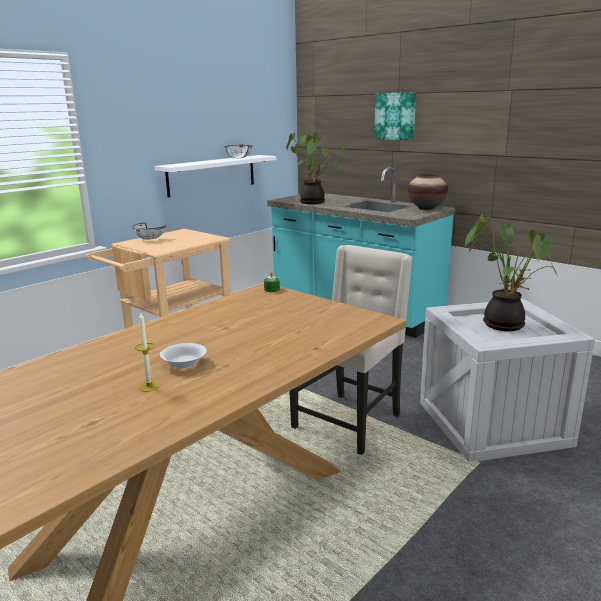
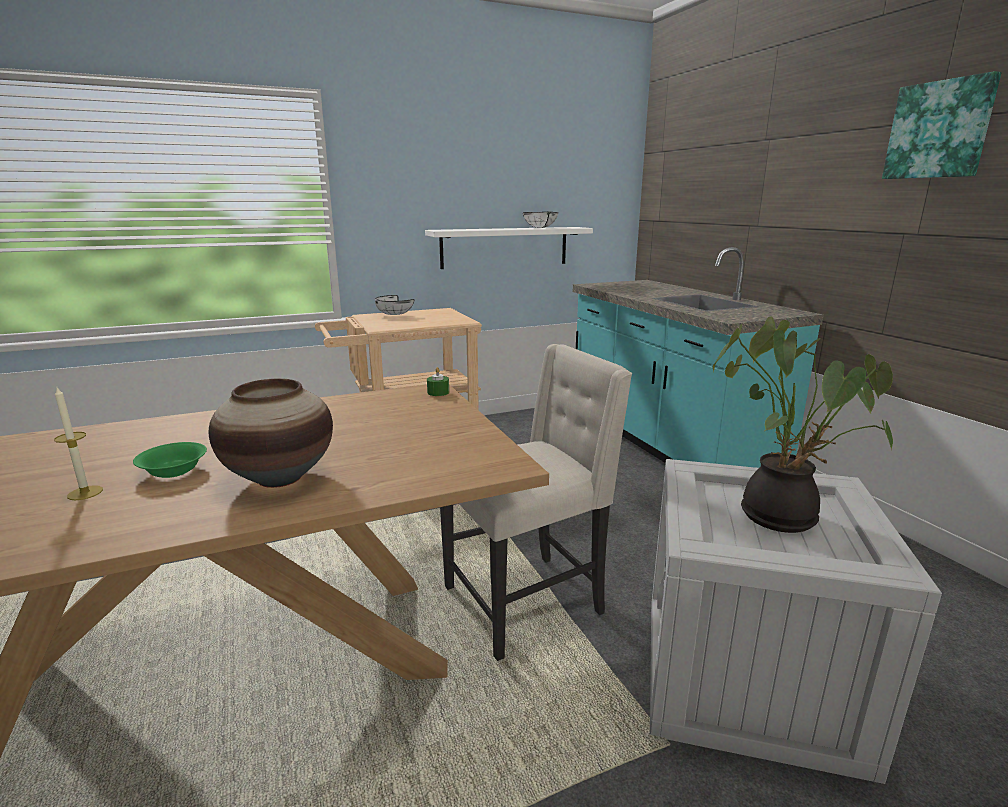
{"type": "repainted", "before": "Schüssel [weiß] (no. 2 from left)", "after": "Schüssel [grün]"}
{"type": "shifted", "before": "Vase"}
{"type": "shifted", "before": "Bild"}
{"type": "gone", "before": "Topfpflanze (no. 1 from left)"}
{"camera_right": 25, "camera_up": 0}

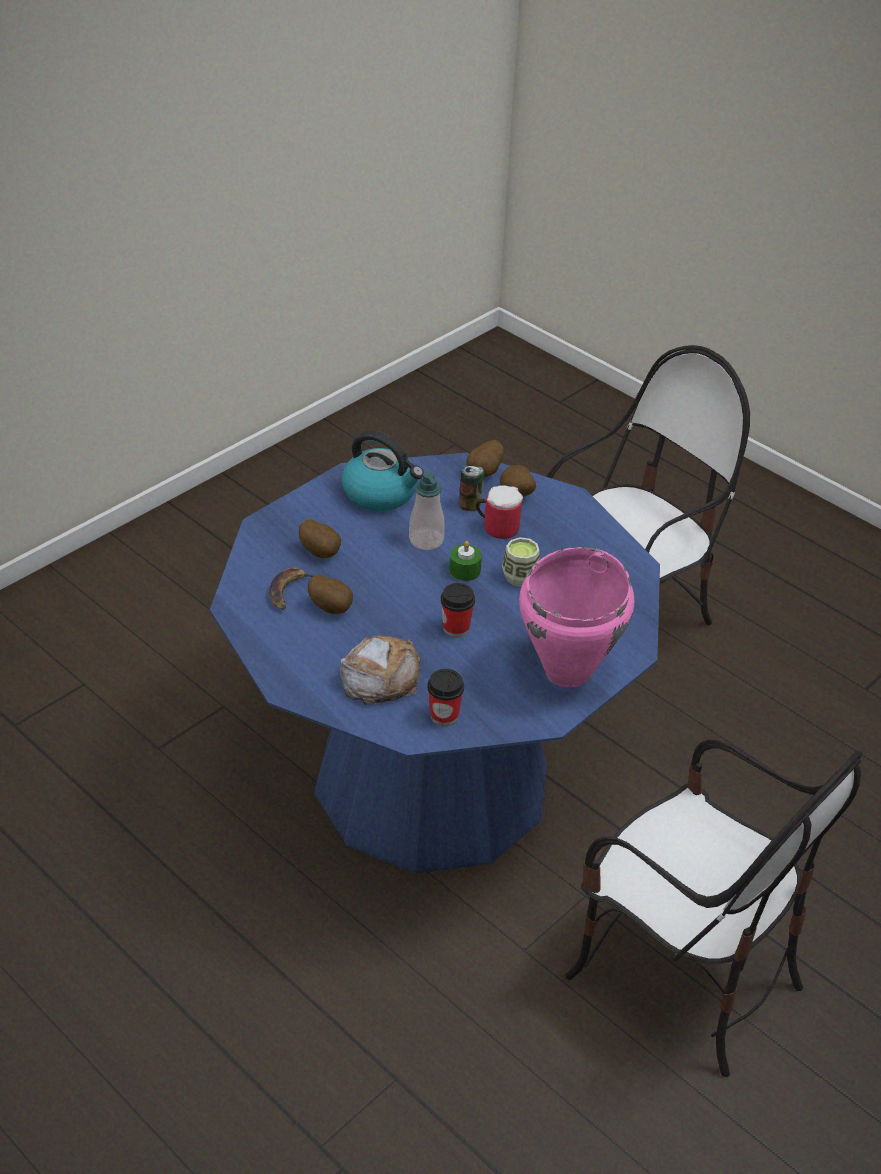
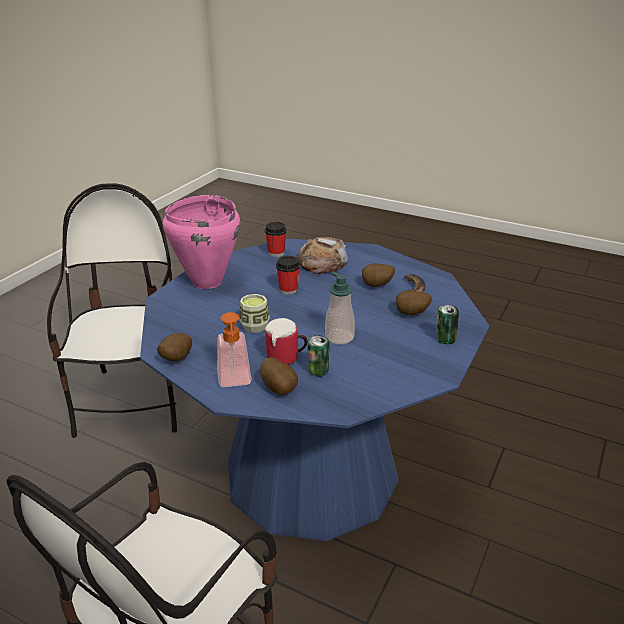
{"type": "rotated", "before": "Stuhl (no. 2 from left in the first image)", "turn": 60}
{"type": "shifted", "before": "Kartoffel (no. 3 from left in the first image)", "after": "Kartoffel (no. 1 from left)"}
{"type": "new", "after": "Seifenspender (no. 1 from left)"}
{"type": "new", "after": "Dose (no. 2 from left)"}
{"type": "gone", "before": "Wasserkessel"}
{"type": "gone", "before": "Kerze [grün]"}
{"camera_right": 165, "camera_up": -10}

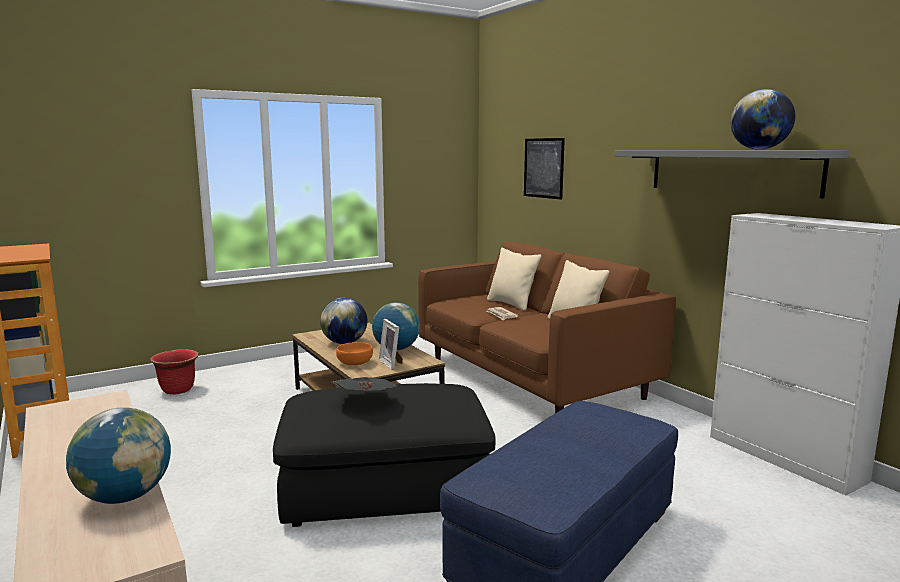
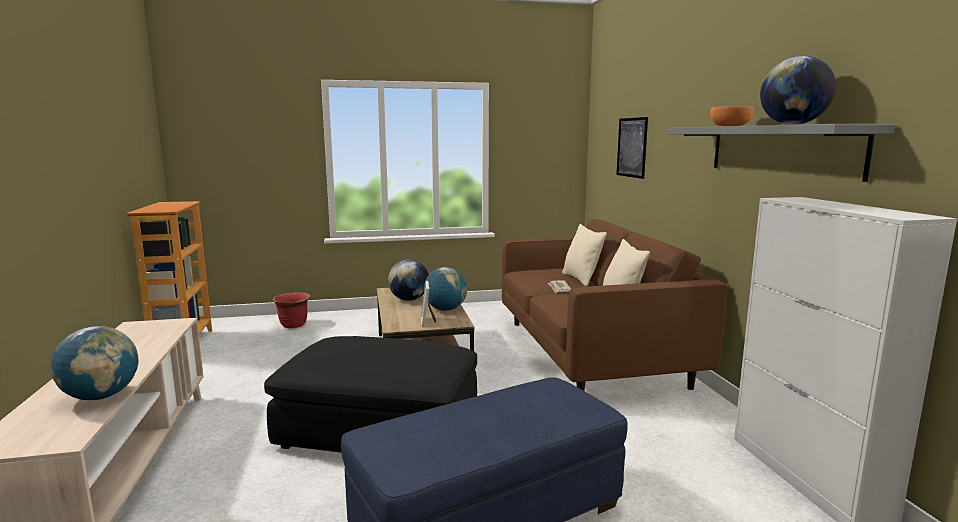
{"type": "shifted", "before": "Schüssel [orange]"}
{"type": "gone", "before": "Zeitung (no. 1 from left)"}
{"camera_right": 20, "camera_up": 0}

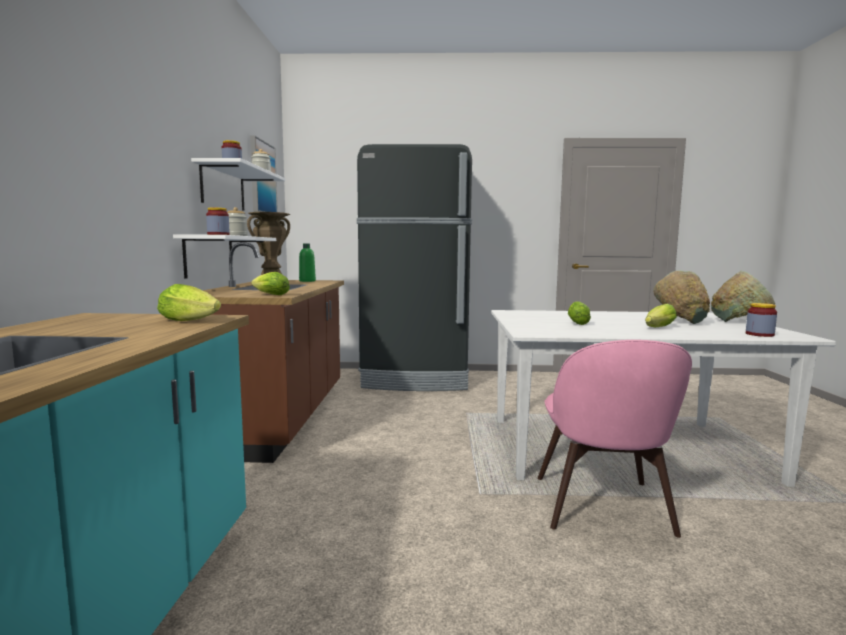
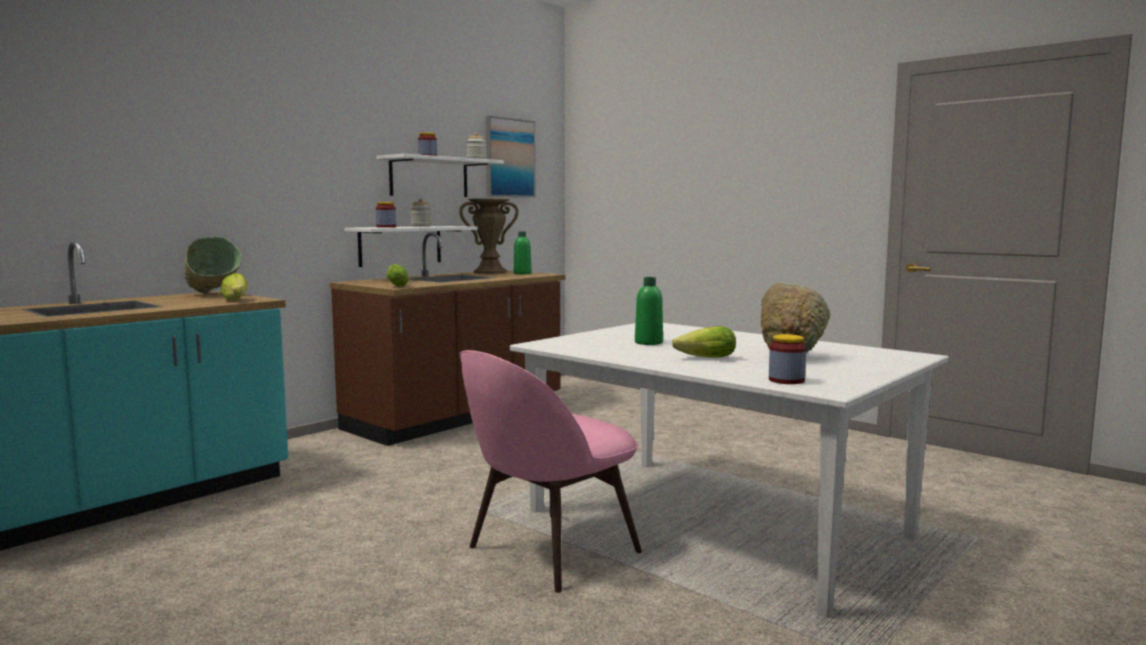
{"type": "shifted", "before": "Schüssel [grün] (no. 2 from left in the first image)", "after": "Schüssel [grün] (no. 1 from left)"}
{"type": "swapped", "before": "Salatkopf (no. 3 from left)", "after": "Flasche [grün] (no. 2 from left)"}
{"type": "gone", "before": "Kühlschrank [schwarz]"}
{"camera_right": 40, "camera_up": 0}

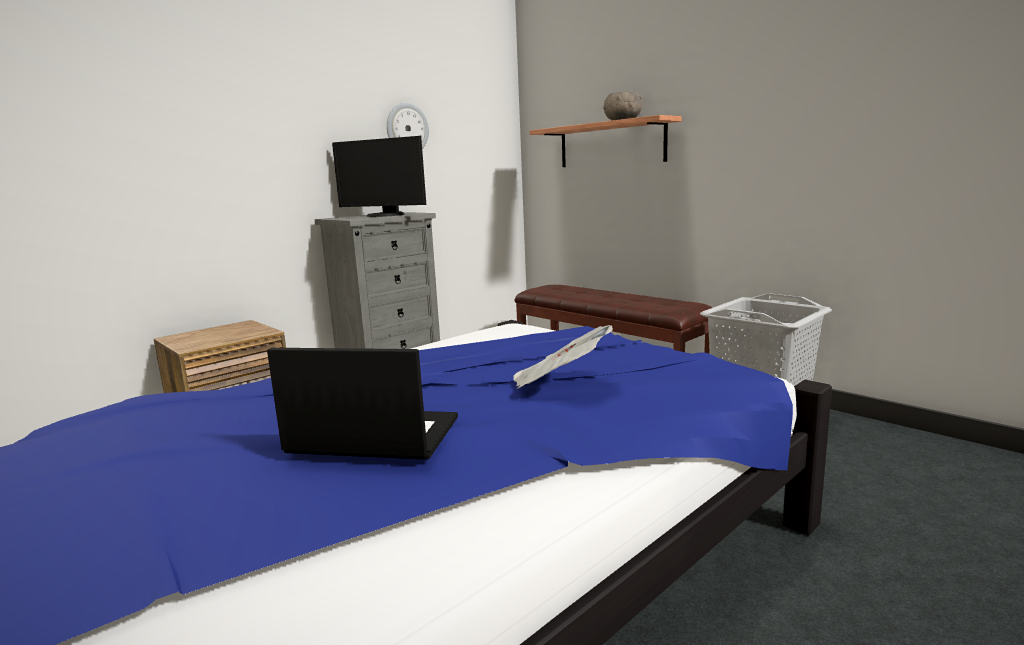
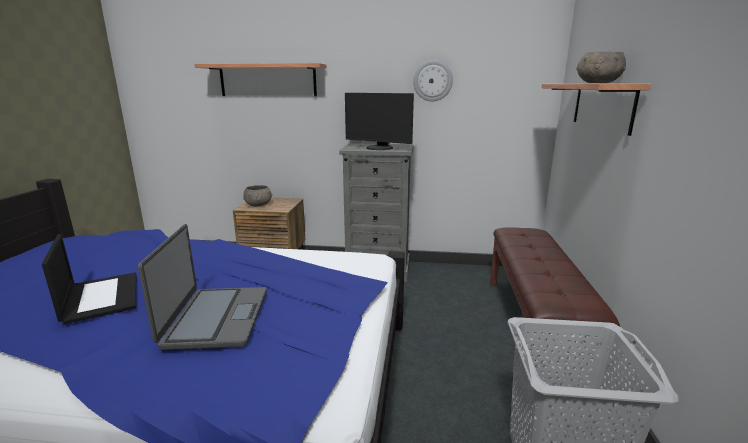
{"type": "swapped", "before": "Zeitung", "after": "Laptop (no. 2 from left)"}
{"type": "new", "after": "Wandregal (no. 1 from left)"}
{"type": "new", "after": "Schüssel [grau] (no. 1 from left)"}
{"type": "rotated", "before": "Monitor", "turn": -45}
{"camera_right": 50, "camera_up": 5}

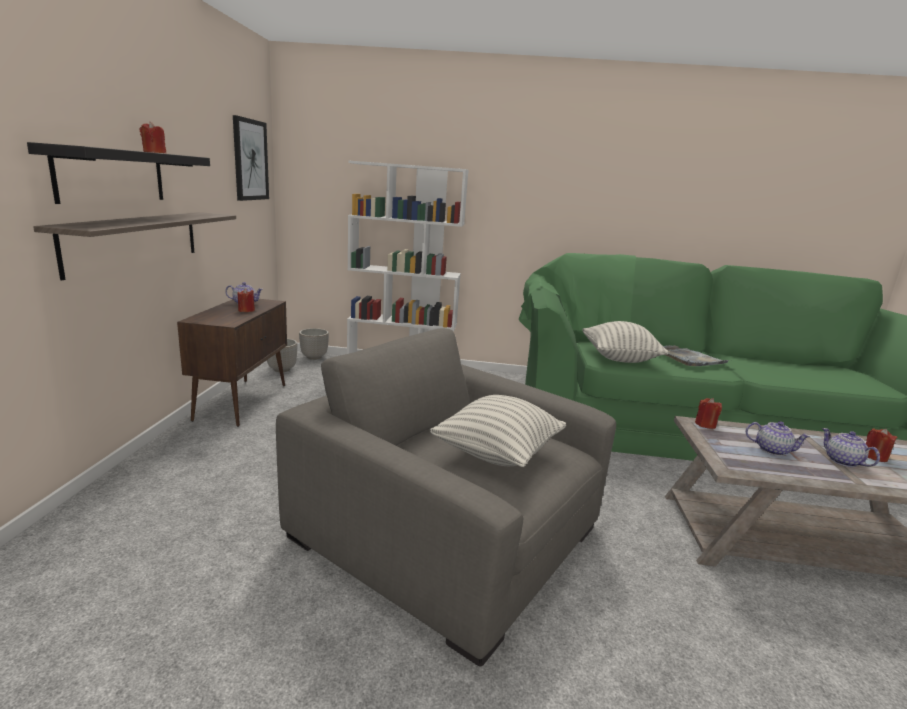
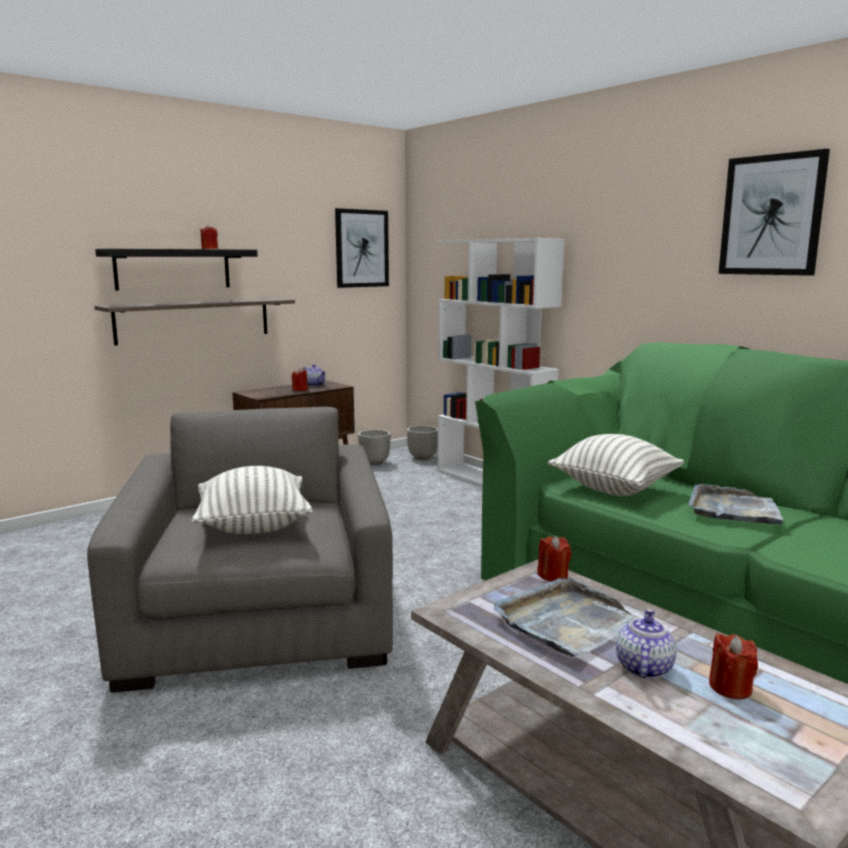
{"type": "swapped", "before": "Teekanne (no. 2 from left)", "after": "Tablett [grau] (no. 1 from left)"}
{"type": "new", "after": "Bild (no. 2 from left)"}
{"camera_right": 45, "camera_up": -5}

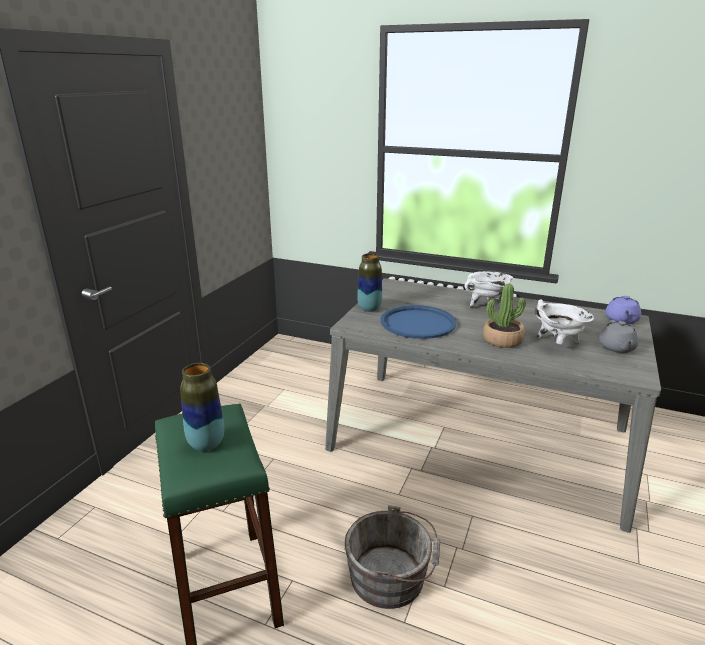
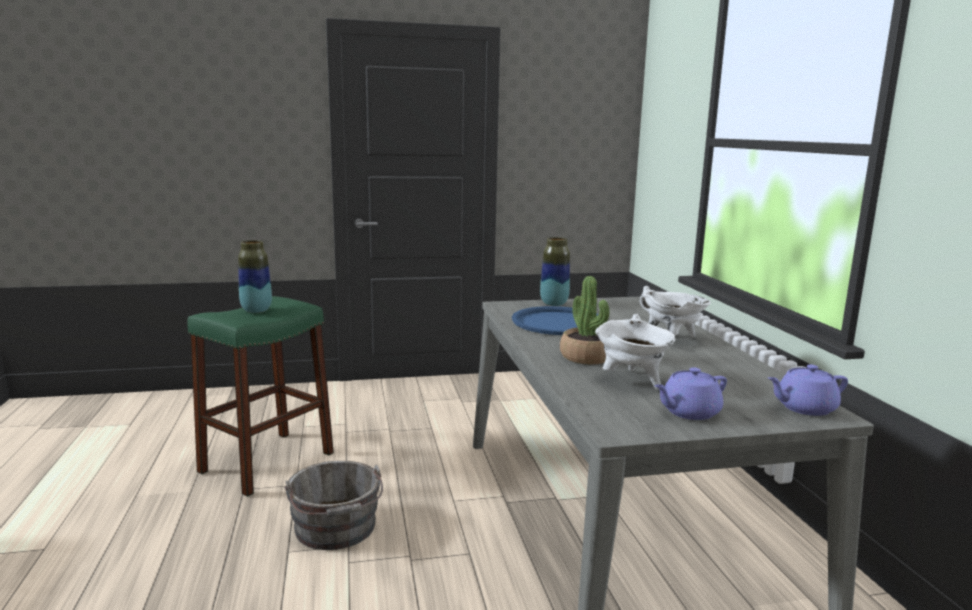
{"type": "repainted", "before": "Teekanne [grau]", "after": "Teekanne [lila] (no. 1 from left)"}
{"camera_right": 55, "camera_up": -10}

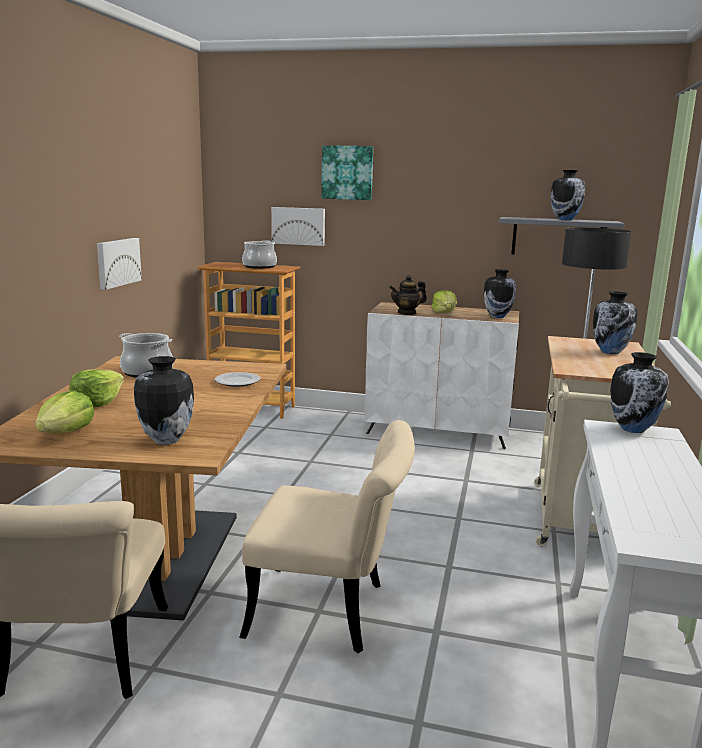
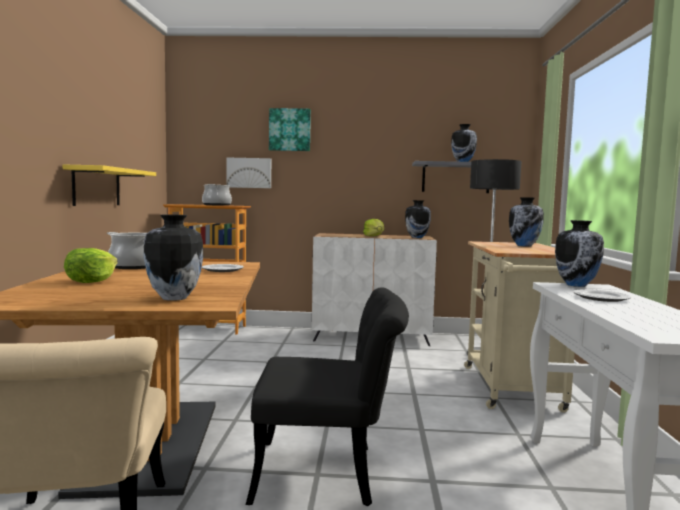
{"type": "swapped", "before": "Bild (no. 1 from left)", "after": "Wandregal [gelb]"}
{"type": "repainted", "before": "Stuhl [beige] (no. 2 from left)", "after": "Stuhl [schwarz]"}
{"type": "new", "after": "Teller (no. 2 from left)"}
{"type": "gone", "before": "Salatkopf (no. 1 from left)"}
{"type": "gone", "before": "Teekanne"}
{"camera_right": -10, "camera_up": -10}

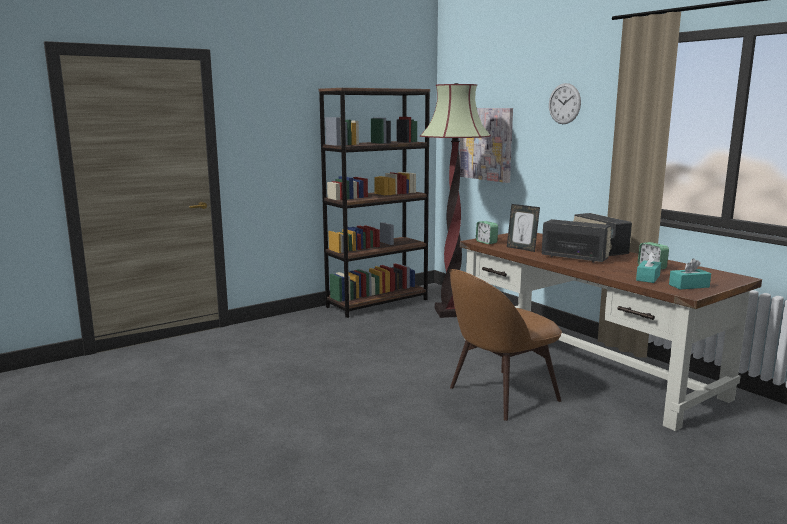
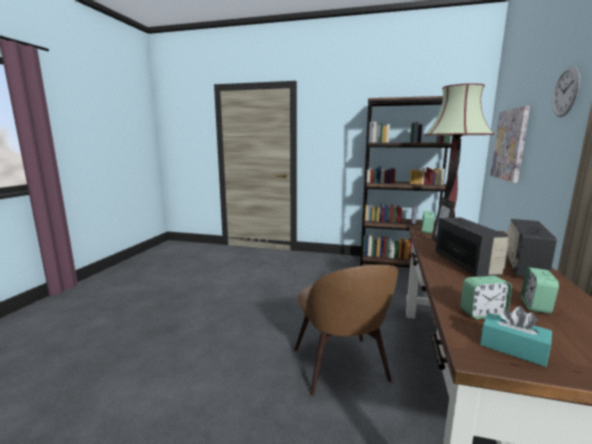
{"type": "rotated", "before": "Stuhl [braun]", "turn": -120}
{"type": "swapped", "before": "Taschentuchbox [türkis] (no. 1 from left)", "after": "Wecker (no. 2 from left)"}
{"camera_right": 50, "camera_up": 0}

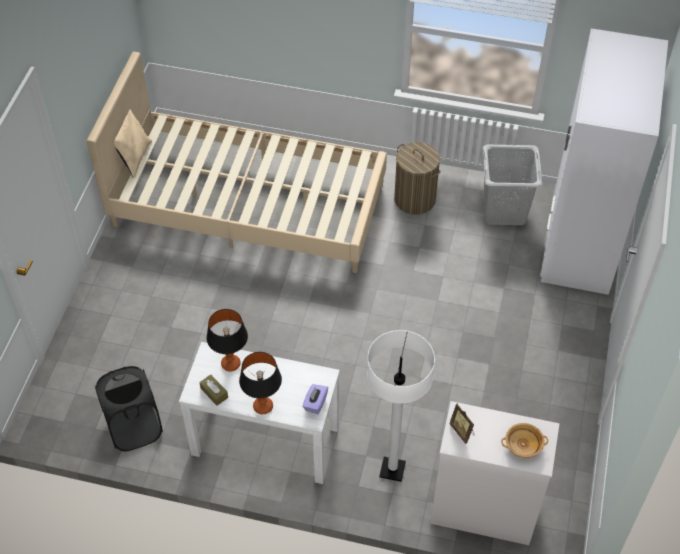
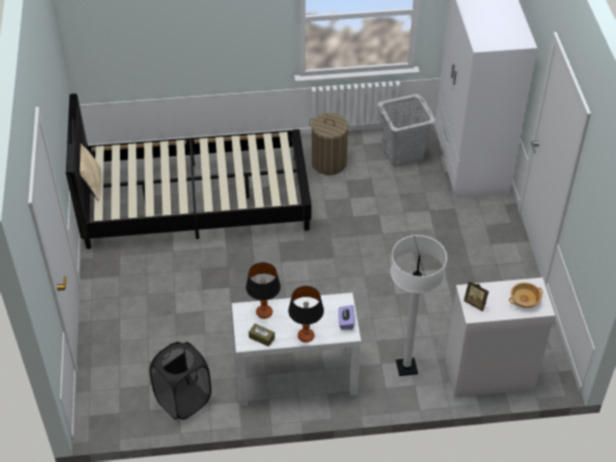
{"type": "repainted", "before": "Bett [beige]", "after": "Bett [schwarz]"}
{"camera_right": -20, "camera_up": -5}

